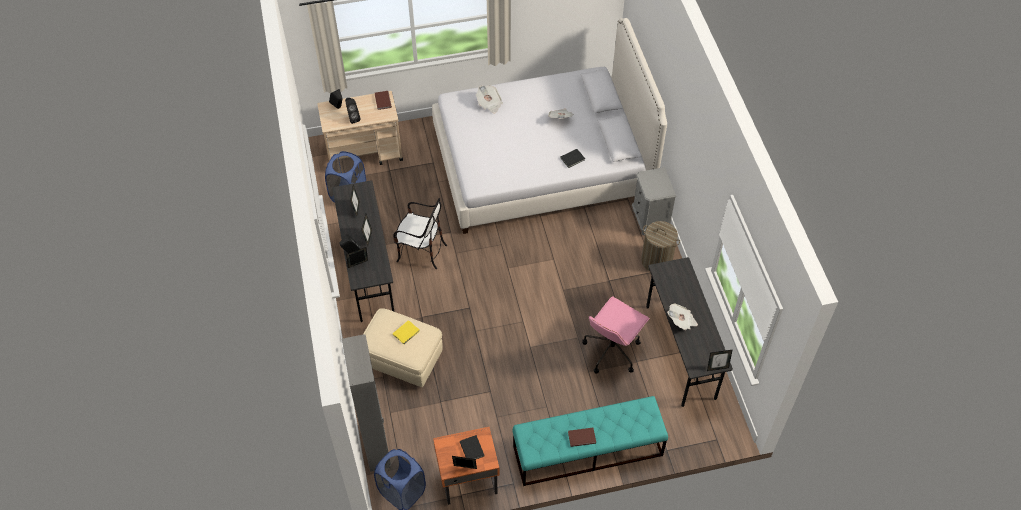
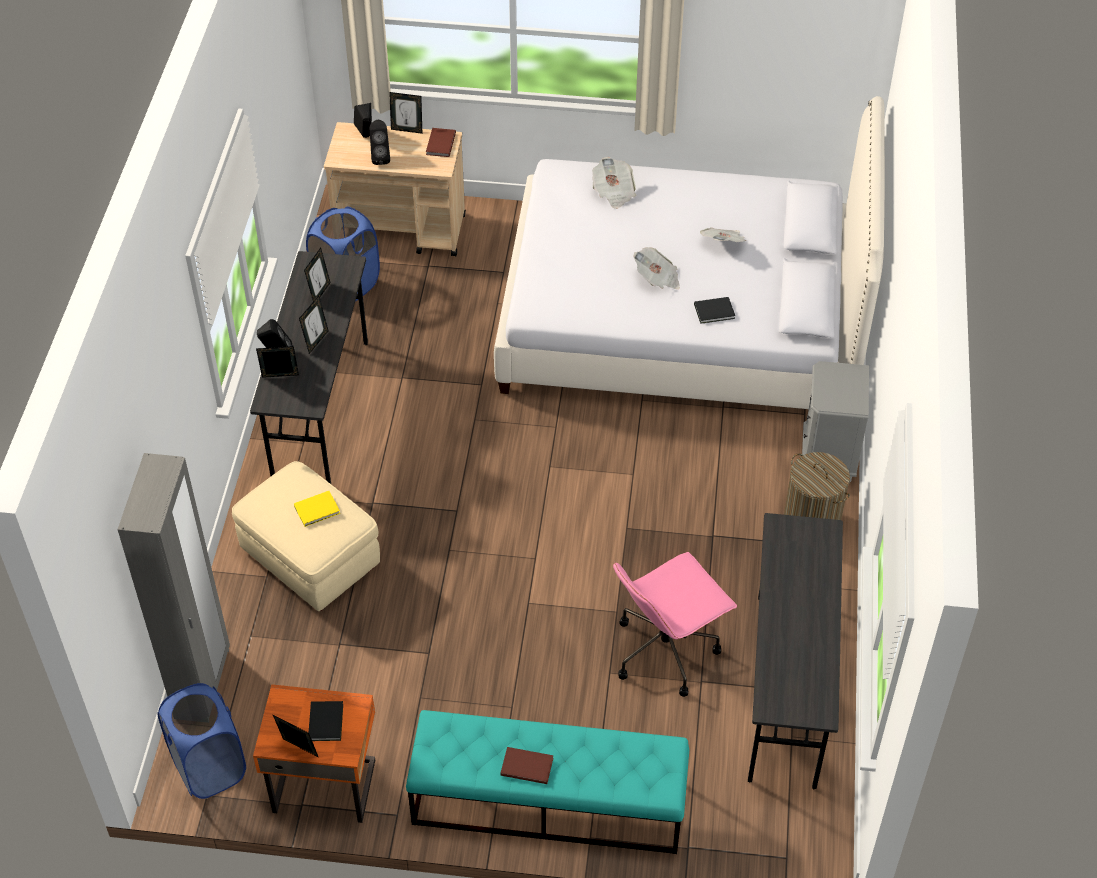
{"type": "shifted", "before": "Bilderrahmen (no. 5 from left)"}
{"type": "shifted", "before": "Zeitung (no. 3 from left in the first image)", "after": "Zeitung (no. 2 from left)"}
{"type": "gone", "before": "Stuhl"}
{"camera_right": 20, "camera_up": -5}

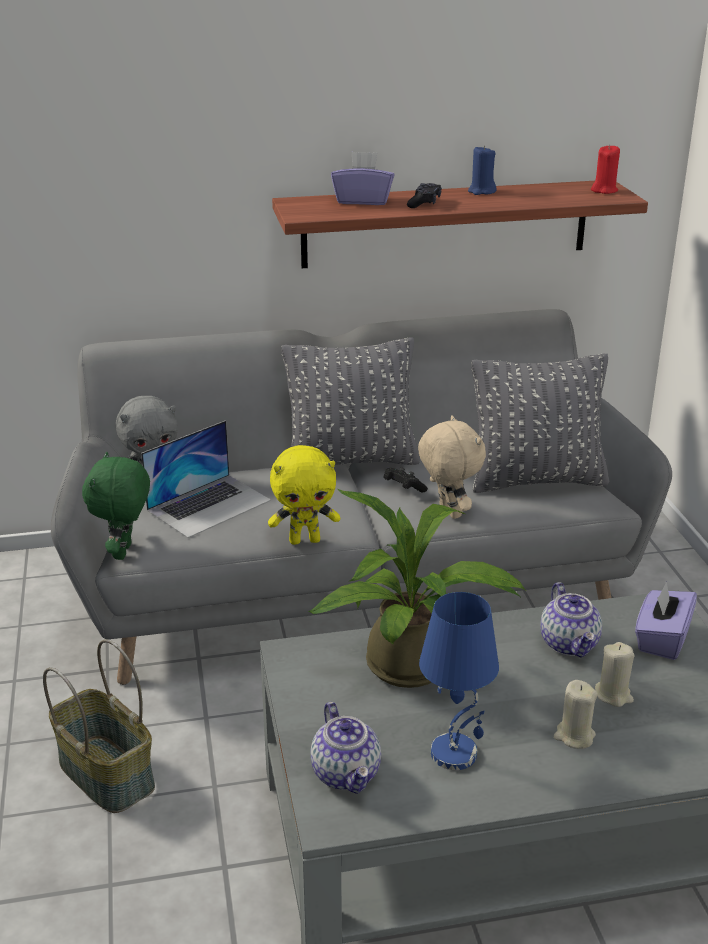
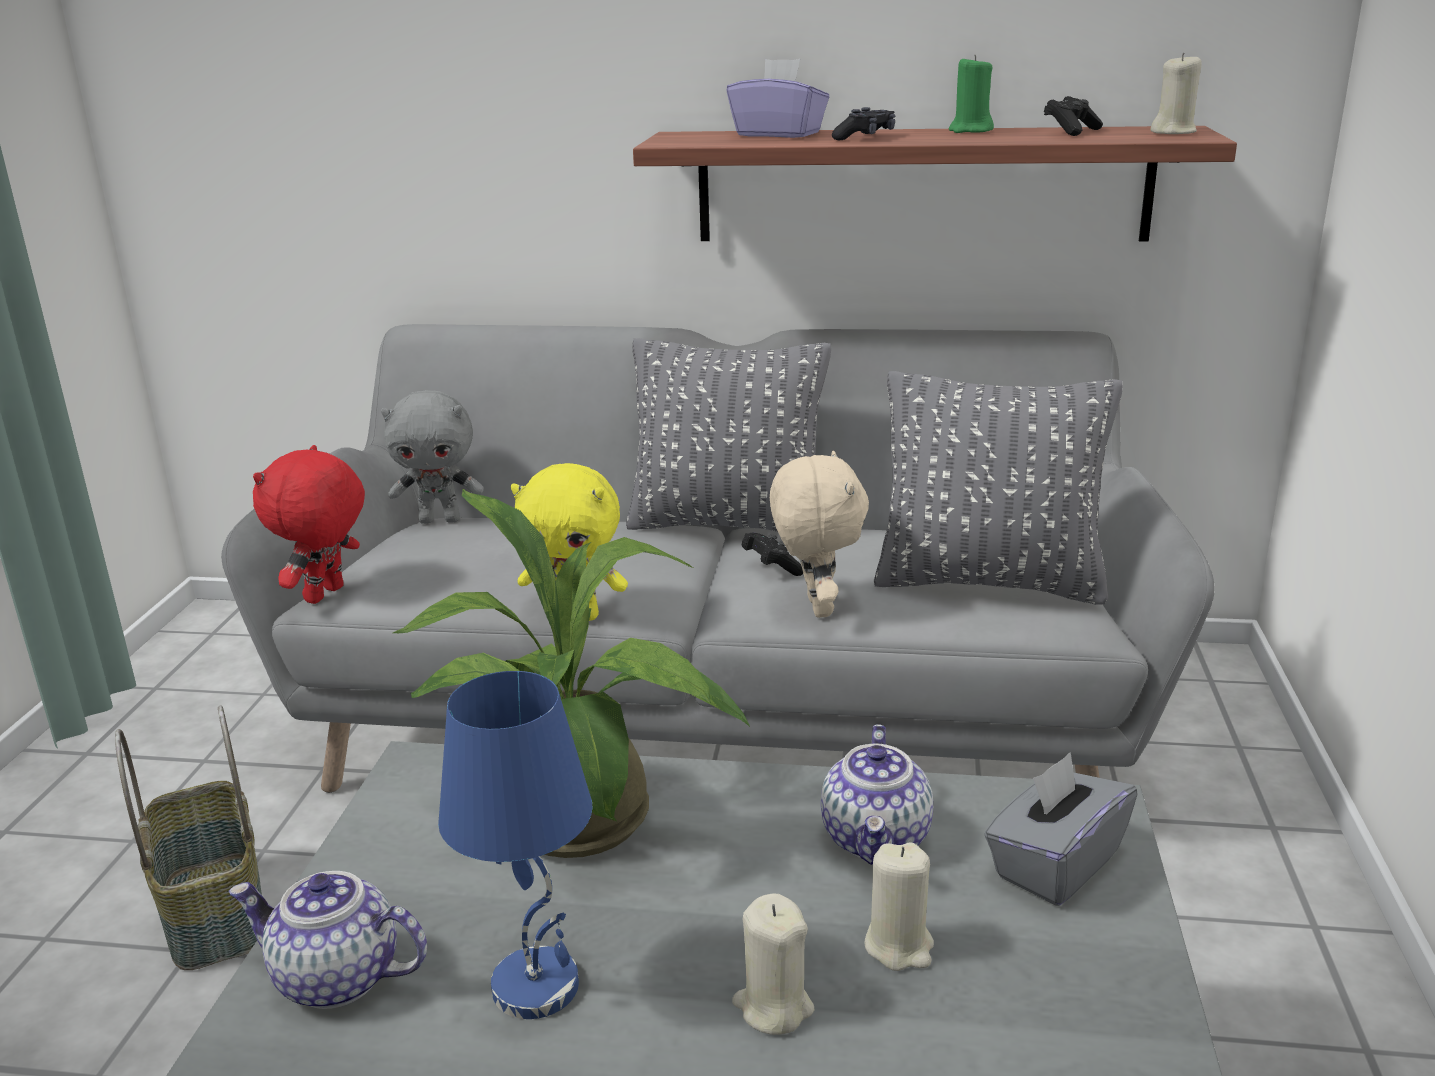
{"type": "rotated", "before": "Teekanne (no. 1 from left)", "turn": 105}
{"type": "repainted", "before": "Plüschtier [grün]", "after": "Plüschtier [rot]"}
{"type": "repainted", "before": "Kerze [blau]", "after": "Kerze [grün]"}
{"type": "repainted", "before": "Taschentuchbox [lila] (no. 2 from left)", "after": "Taschentuchbox [grau]"}
{"type": "new", "after": "Gamepad [schwarz] (no. 3 from left)"}
{"type": "repainted", "before": "Kerze [rot]", "after": "Kerze [beige] (no. 3 from left)"}
{"type": "gone", "before": "Laptop"}
{"camera_right": 20, "camera_up": -5}

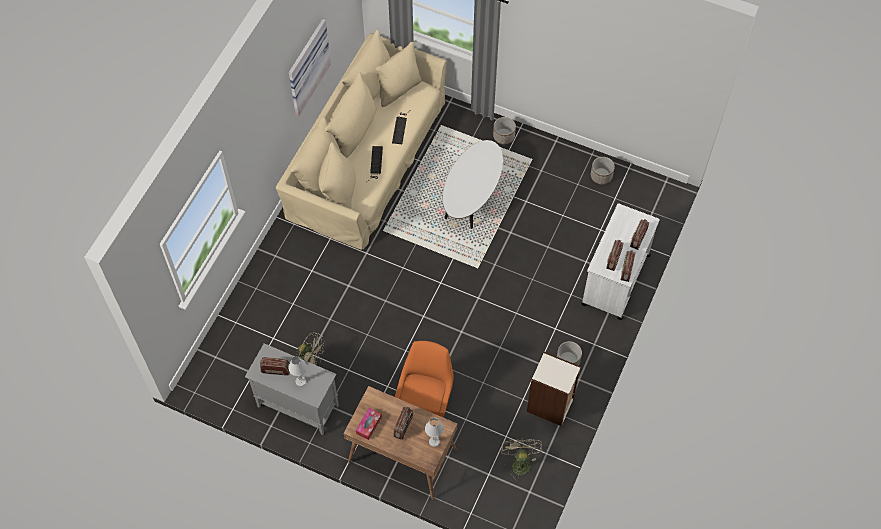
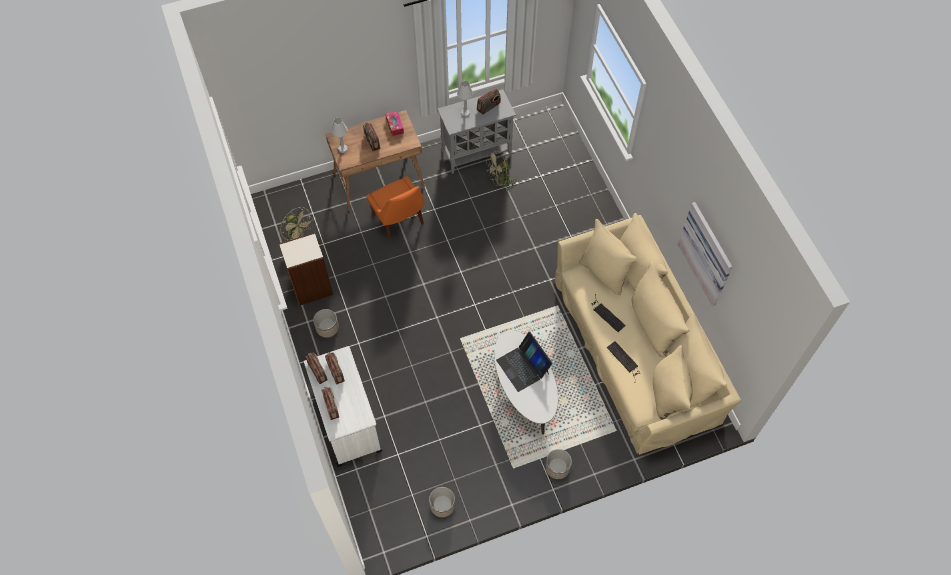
{"type": "new", "after": "Laptop"}
{"camera_right": 135, "camera_up": 0}

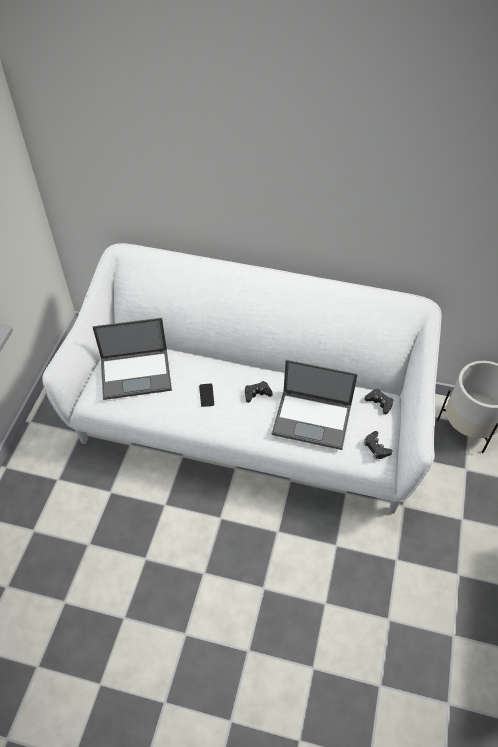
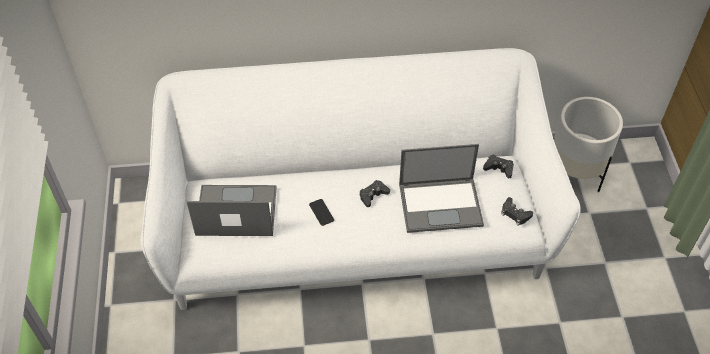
{"type": "rotated", "before": "Laptop (no. 1 from left)", "turn": -150}
{"camera_right": -20, "camera_up": 0}

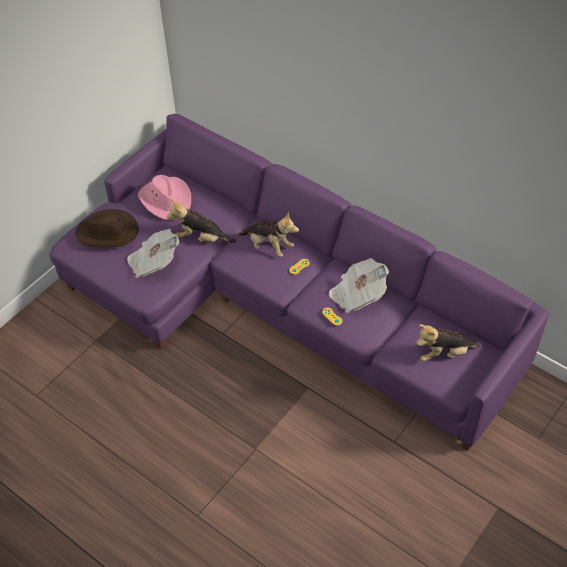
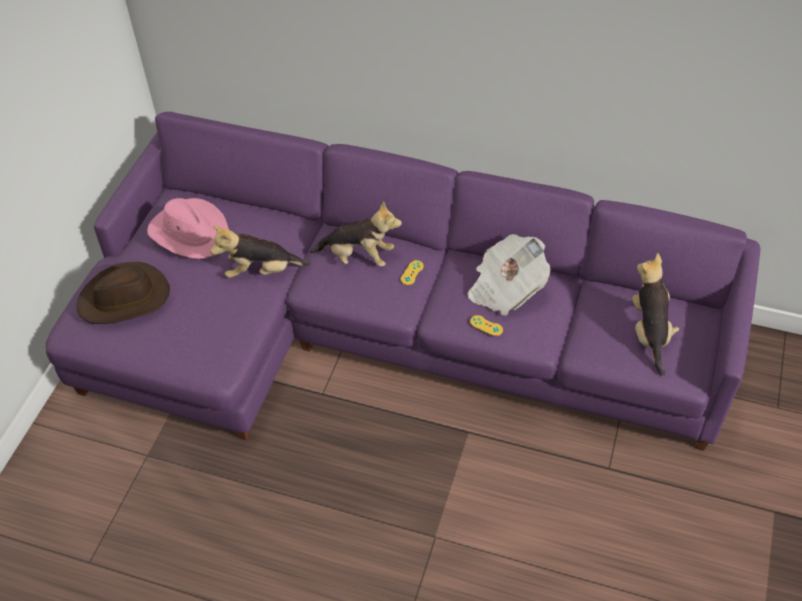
{"type": "rotated", "before": "Plüschtier (no. 3 from left)", "turn": 120}
{"type": "gone", "before": "Zeitung (no. 1 from left)"}
{"camera_right": -20, "camera_up": 0}

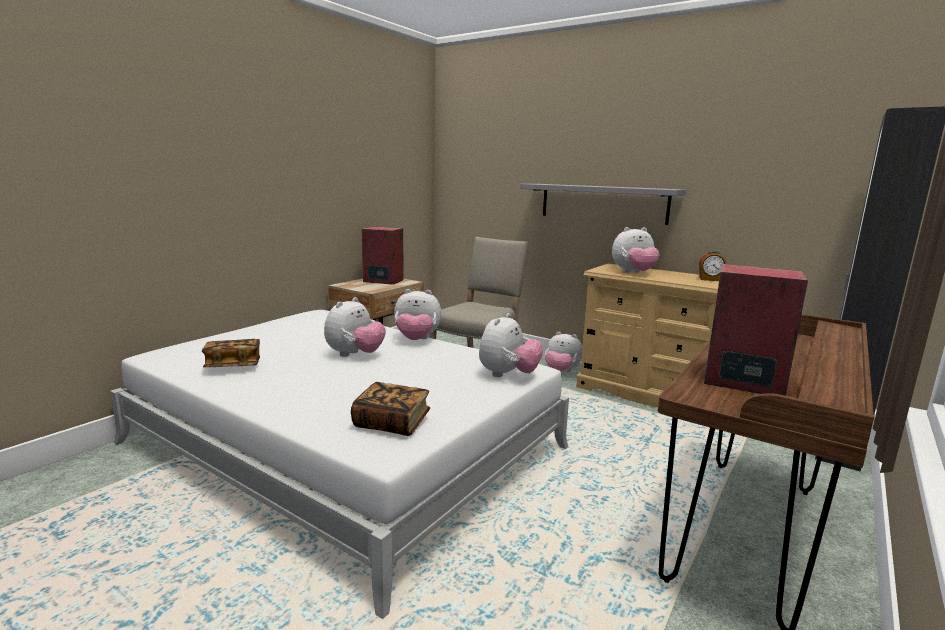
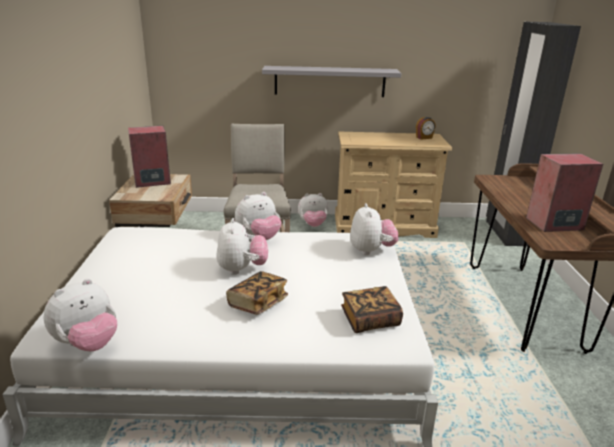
{"type": "shifted", "before": "Plüschtier (no. 5 from left in the first image)", "after": "Plüschtier (no. 1 from left)"}
{"type": "shifted", "before": "Buch (no. 1 from left)"}
{"camera_right": -35, "camera_up": 10}

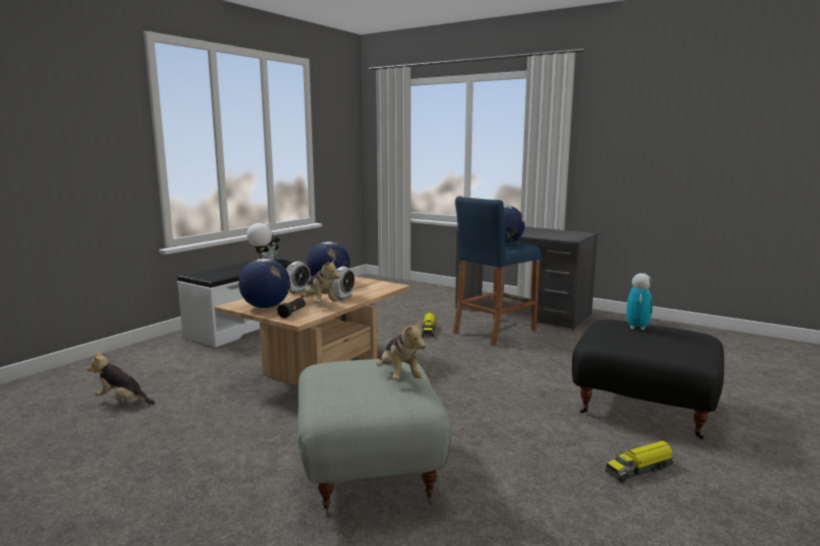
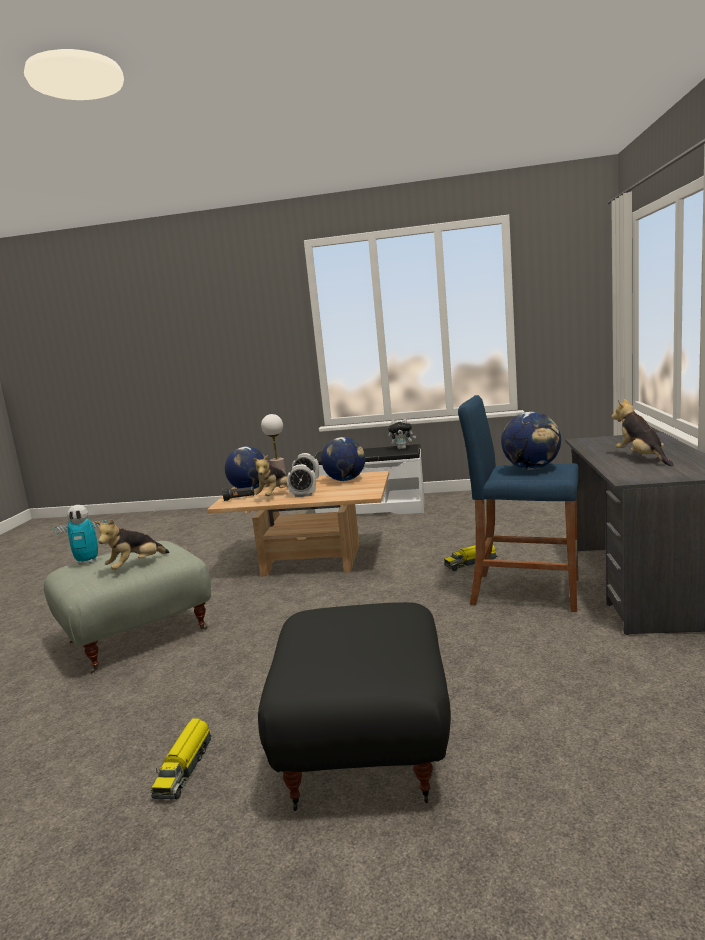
{"type": "shifted", "before": "Spielzeugroboter"}
{"type": "rotated", "before": "Spielzeuglaster (no. 2 from left in the first image)", "turn": -120}
{"type": "shifted", "before": "Plüschtier (no. 1 from left in the first image)", "after": "Plüschtier (no. 4 from left)"}
{"camera_right": 65, "camera_up": 0}

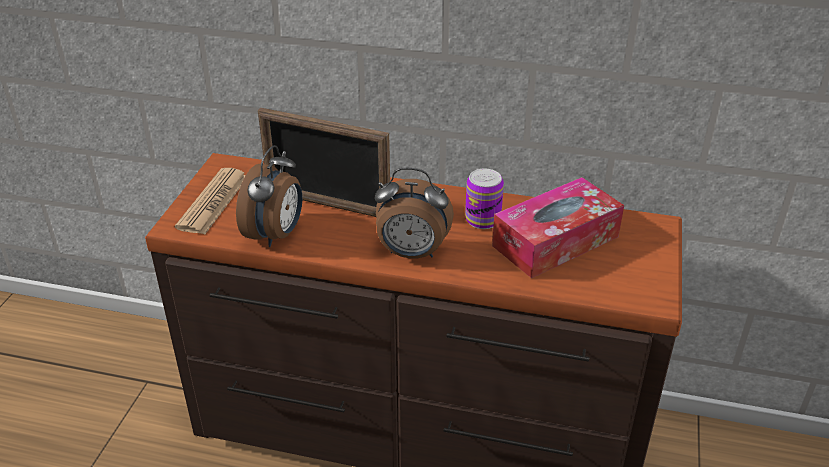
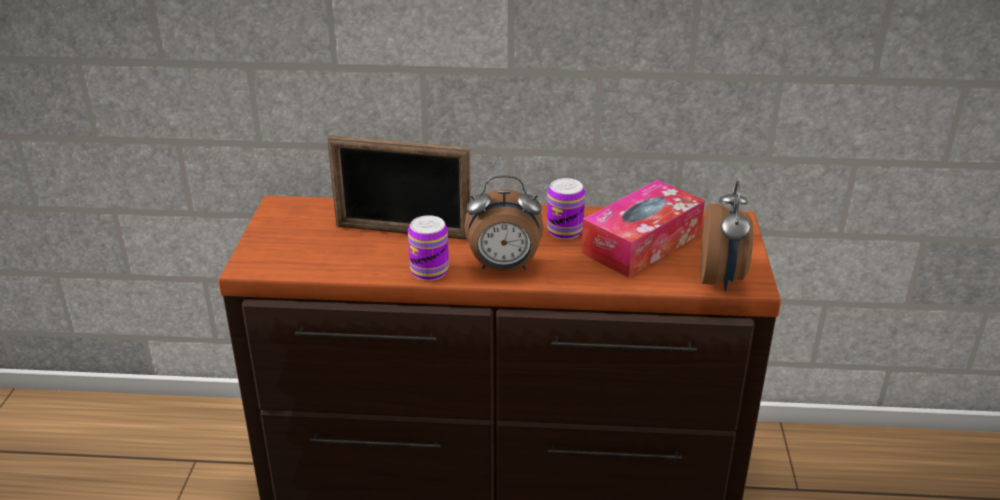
{"type": "new", "after": "Dose (no. 1 from left)"}
{"type": "shifted", "before": "Wecker (no. 1 from left in the first image)", "after": "Wecker (no. 2 from left)"}
{"type": "gone", "before": "Zeitung"}
{"camera_right": -10, "camera_up": -5}

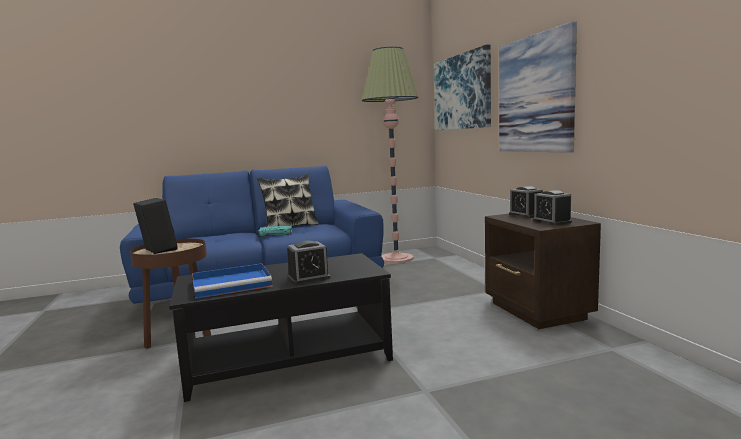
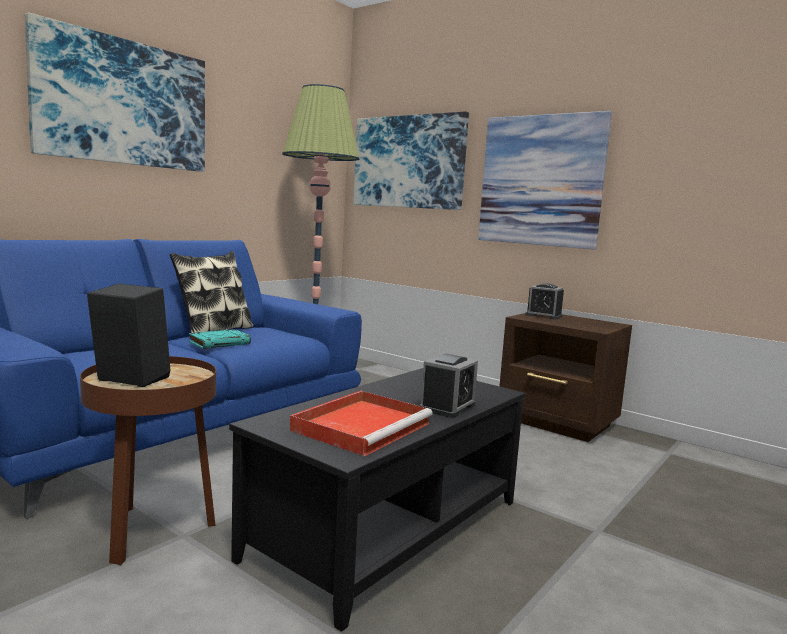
{"type": "new", "after": "Bild (no. 1 from left)"}
{"type": "repainted", "before": "Tablett [blau]", "after": "Tablett [rot]"}
{"type": "gone", "before": "Wecker (no. 3 from left)"}
{"camera_right": -35, "camera_up": 0}

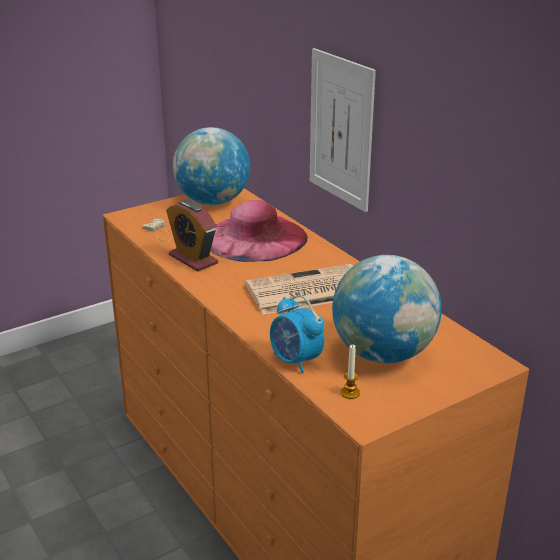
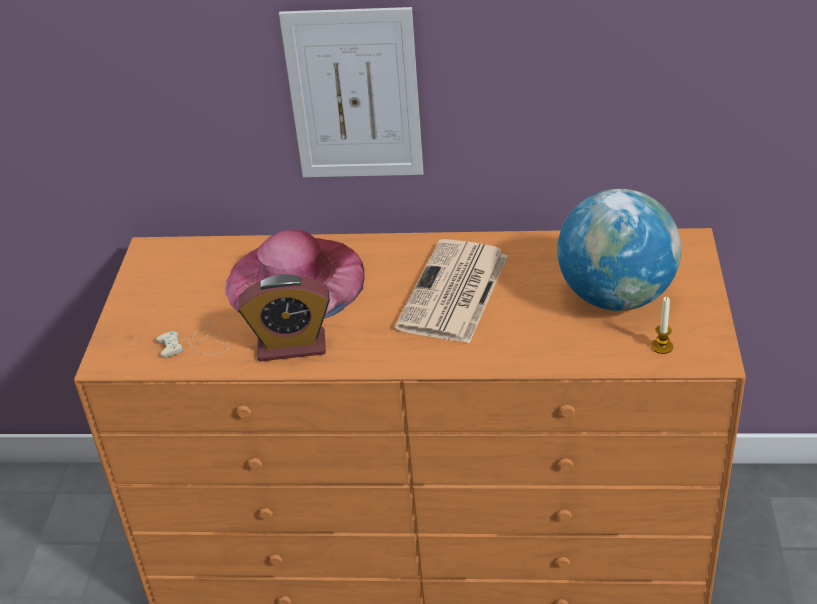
{"type": "gone", "before": "Globus (no. 1 from left)"}
{"type": "gone", "before": "Wecker (no. 2 from left)"}
{"camera_right": -50, "camera_up": 10}

